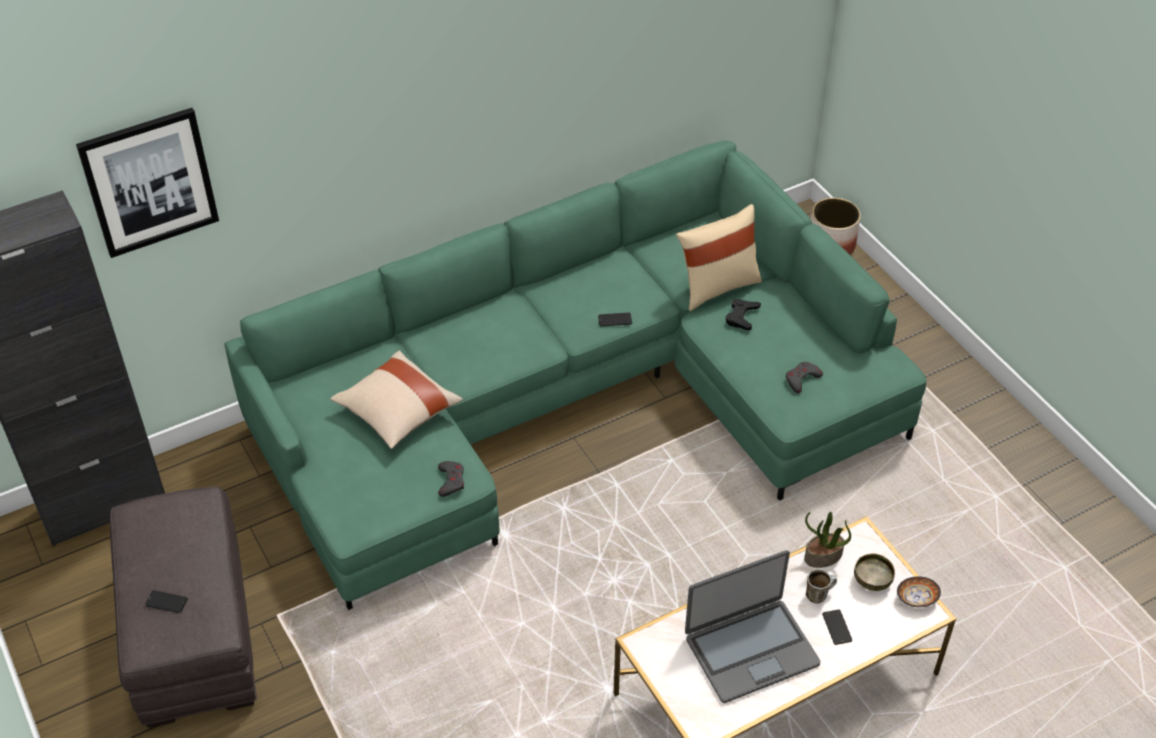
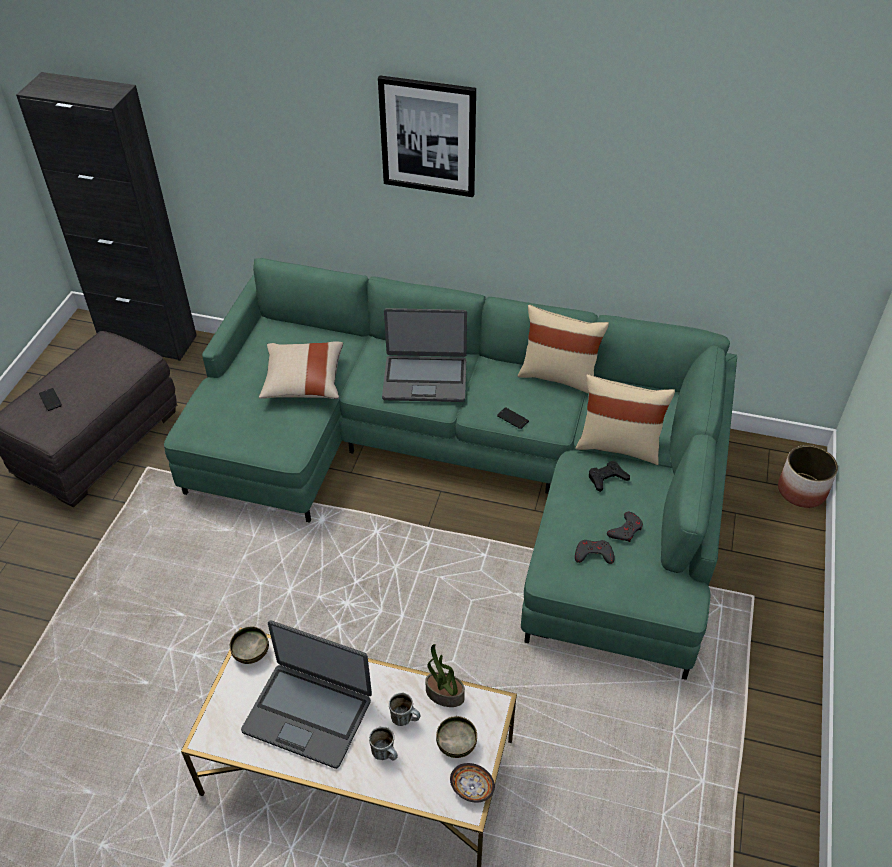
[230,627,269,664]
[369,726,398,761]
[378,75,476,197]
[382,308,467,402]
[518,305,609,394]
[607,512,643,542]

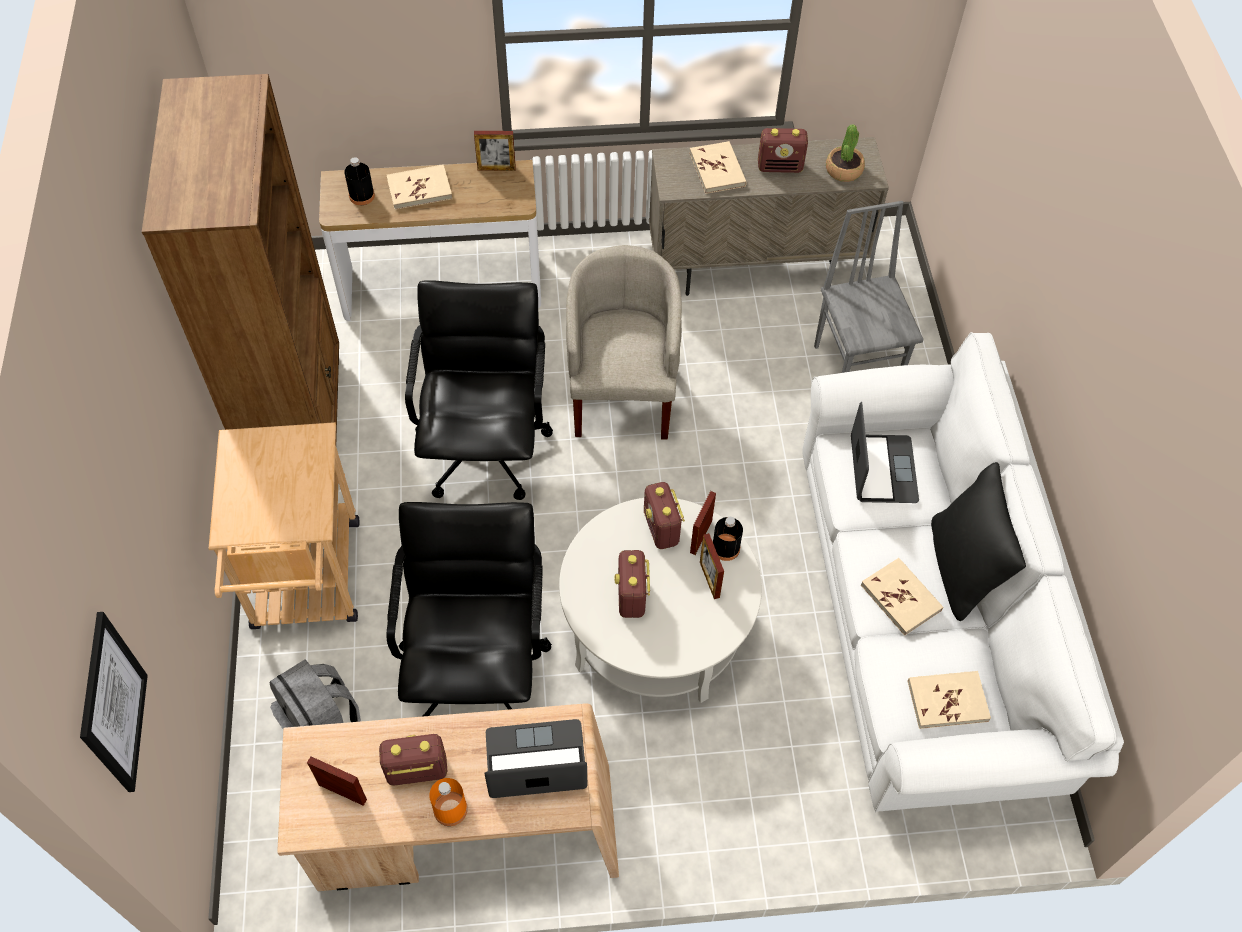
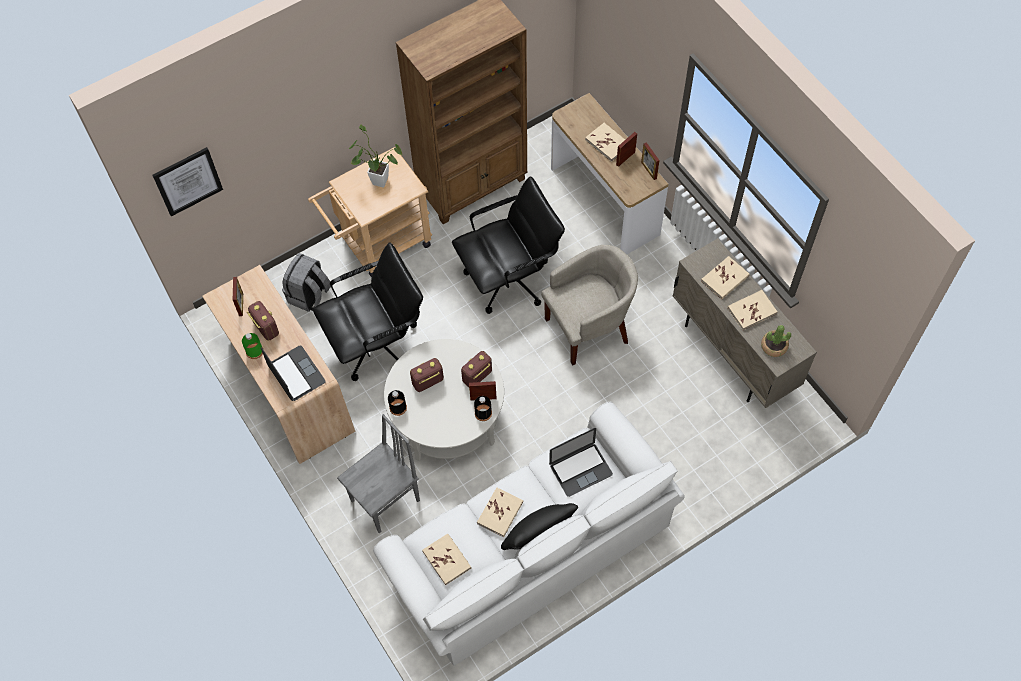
[242,333,263,359]
[337,414,420,533]
[349,125,402,188]
[388,390,407,416]
[616,132,637,167]
[727,290,777,331]

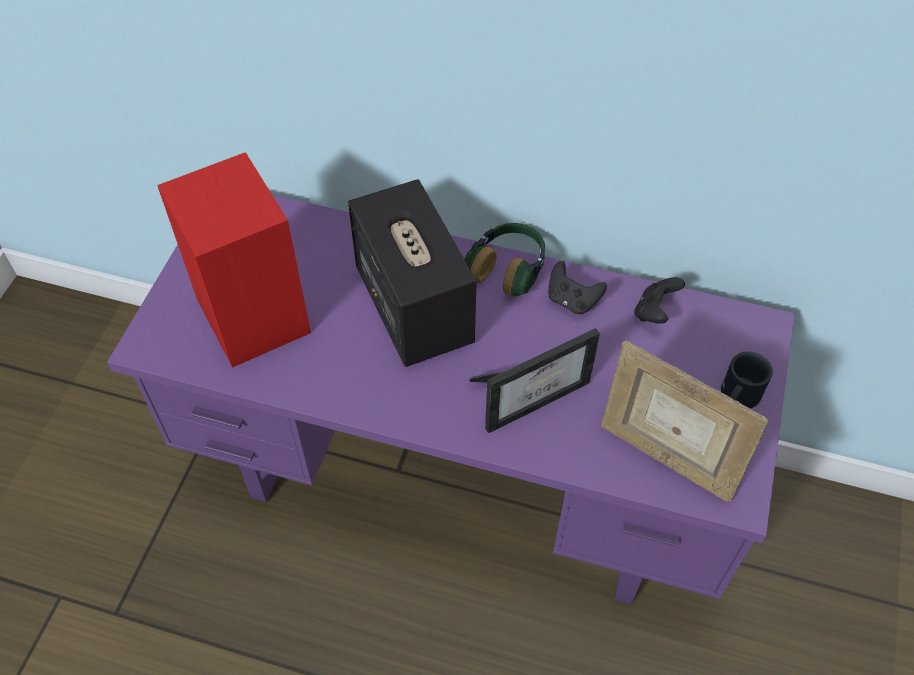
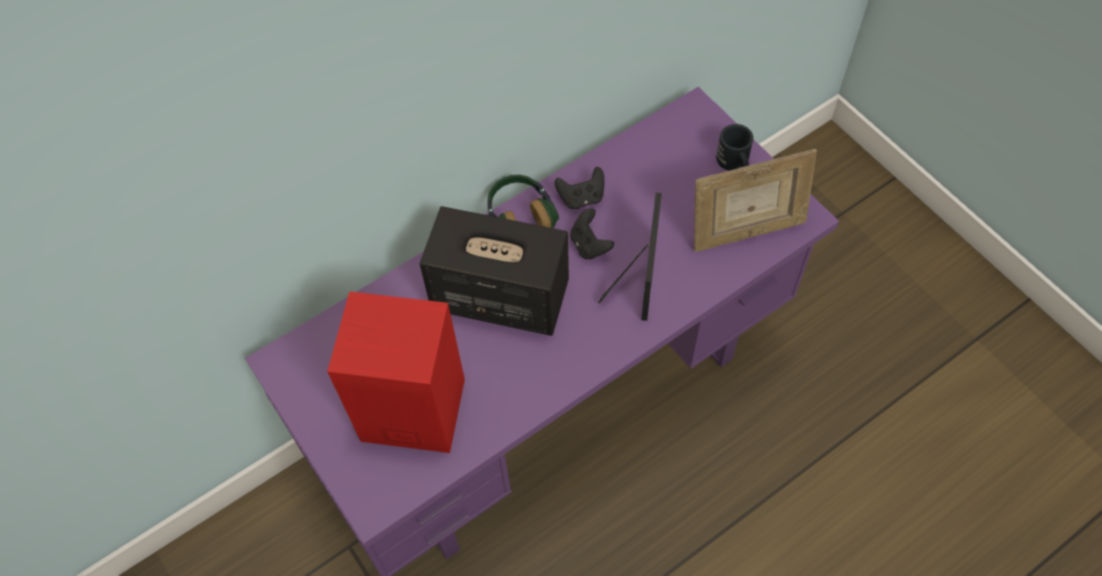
[570,208,614,259]

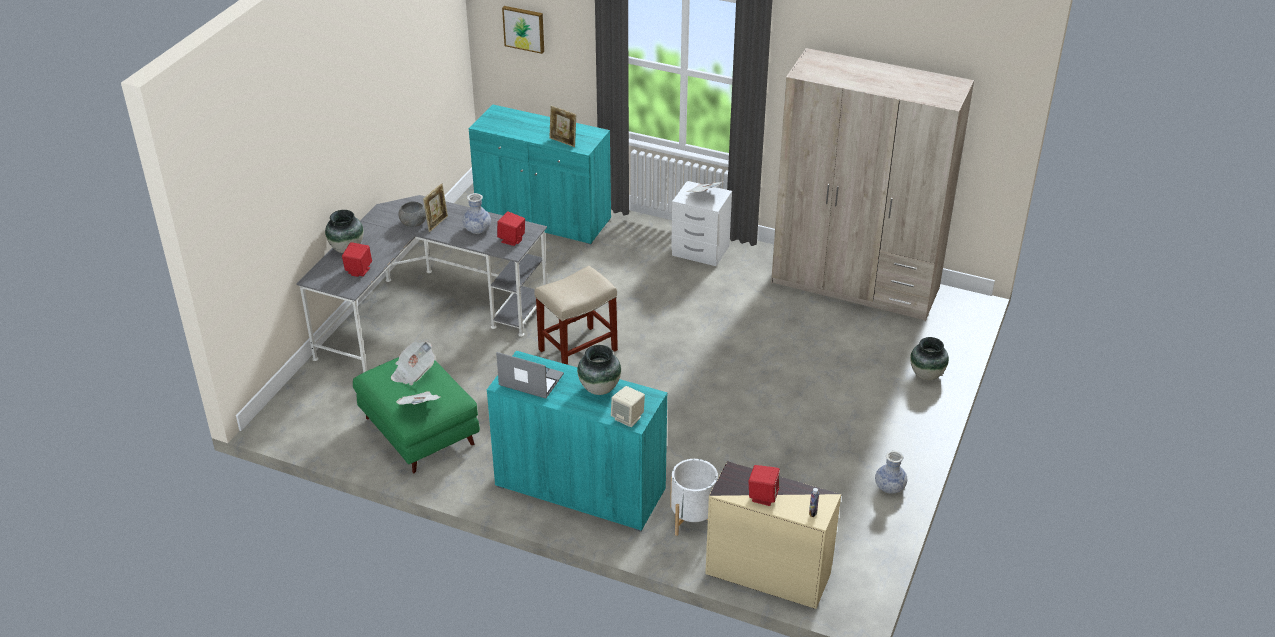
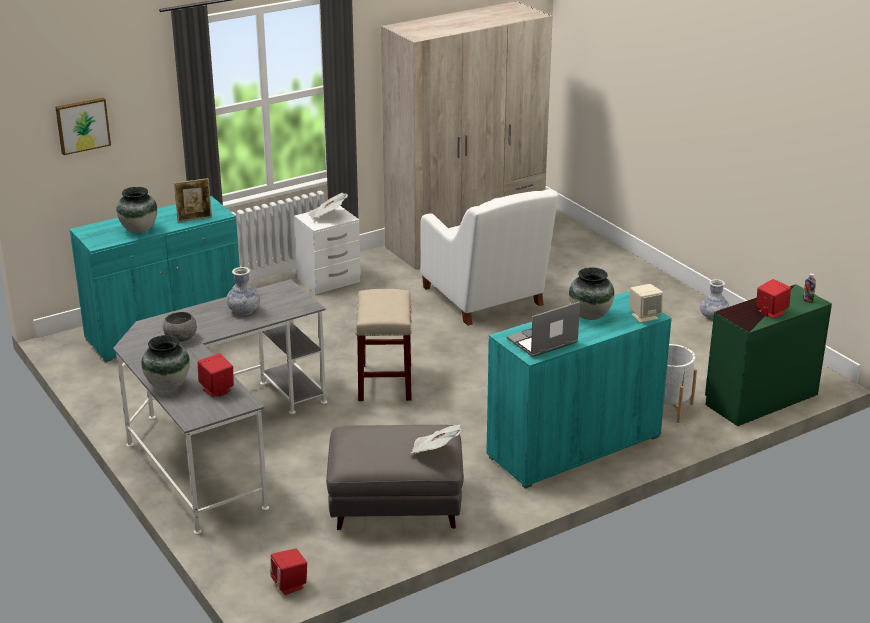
[116,187,157,233]
[270,549,307,595]
[326,425,464,530]
[420,190,558,326]
[705,284,832,426]
[391,341,435,385] (first image)
[423,183,448,232] (first image)

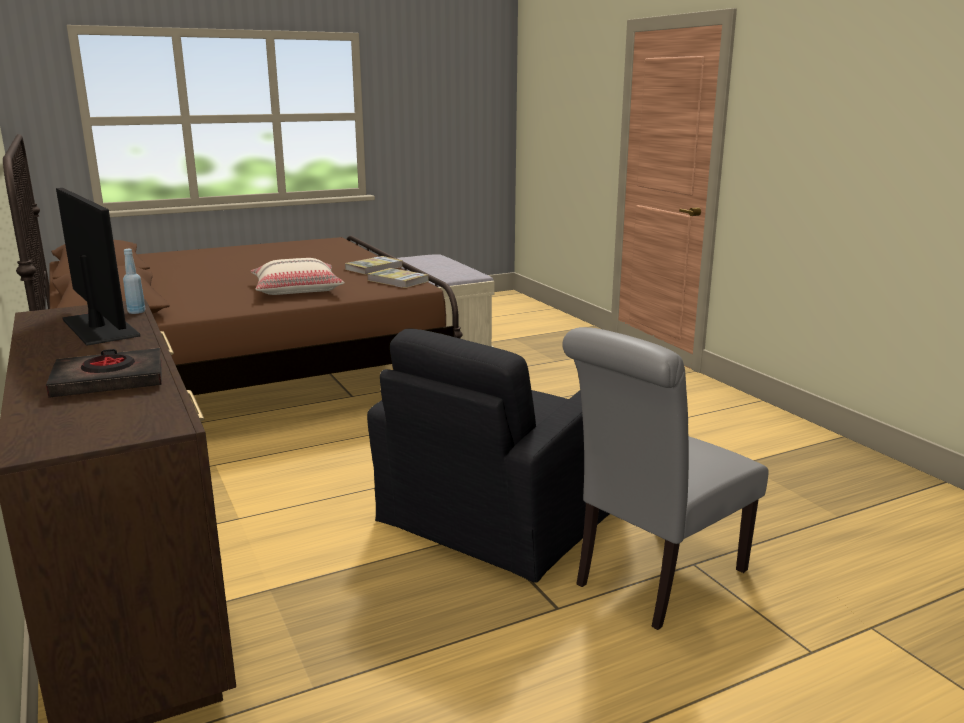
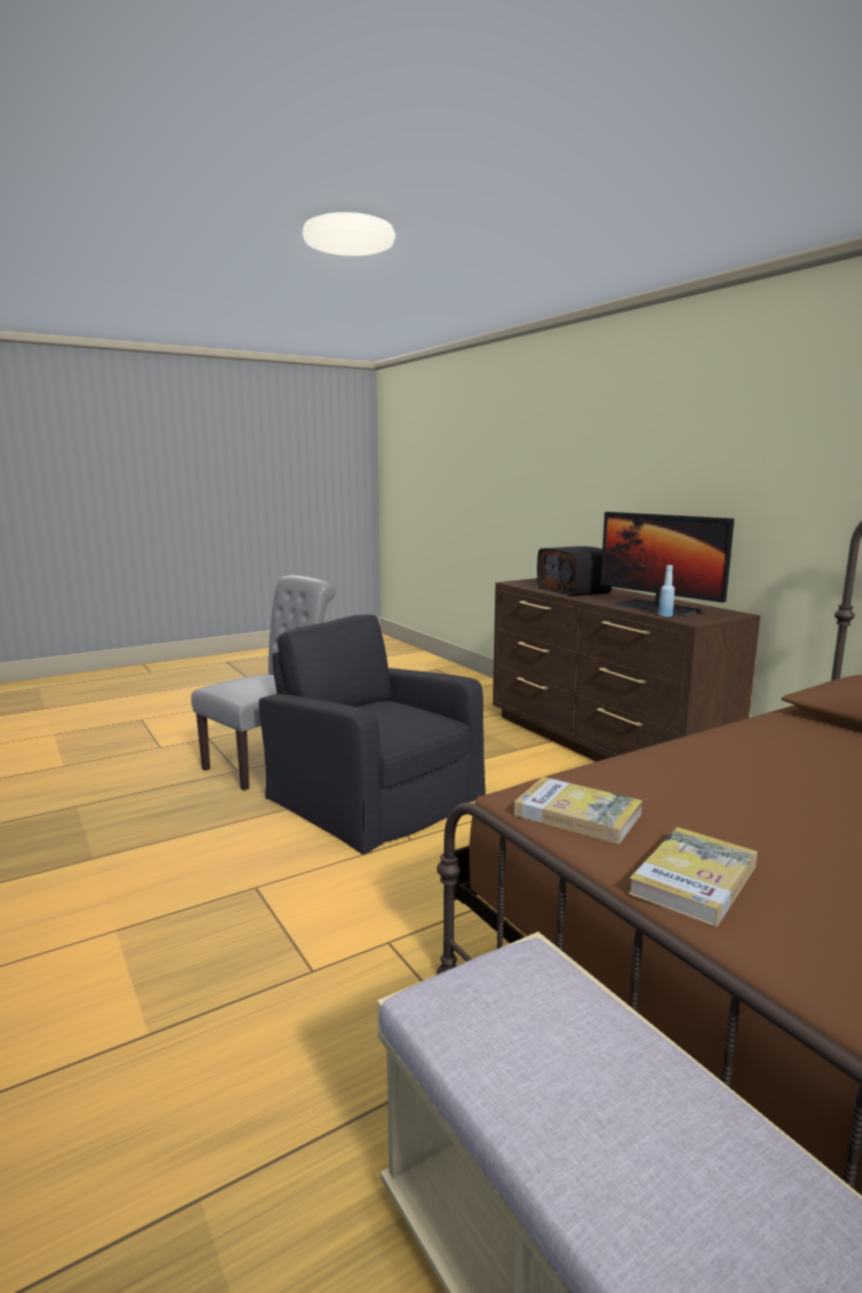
[259,614,486,855]
[537,546,612,597]
[250,258,345,295] (first image)

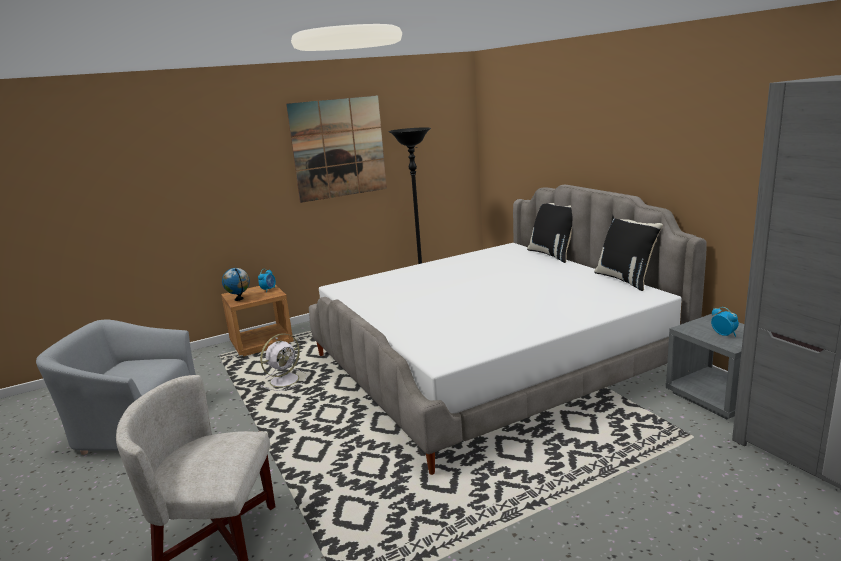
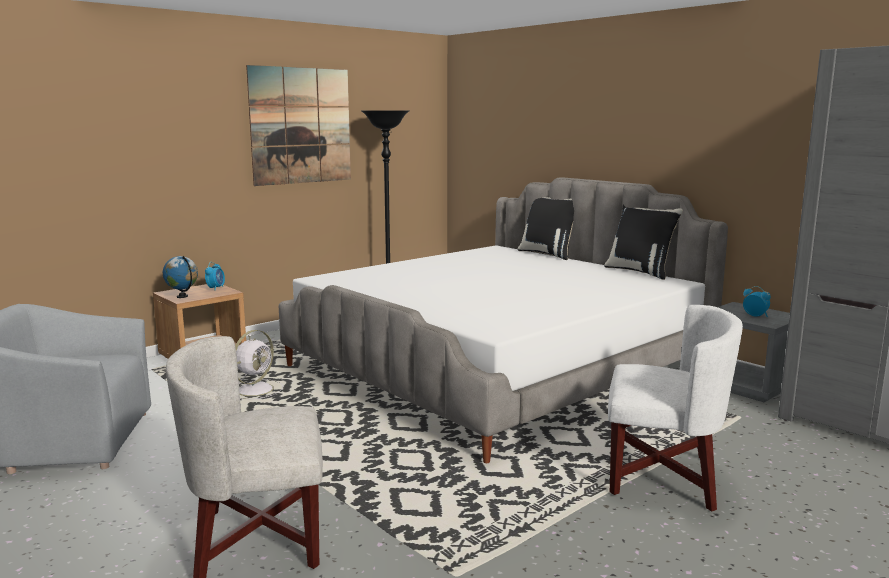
[608,305,743,511]

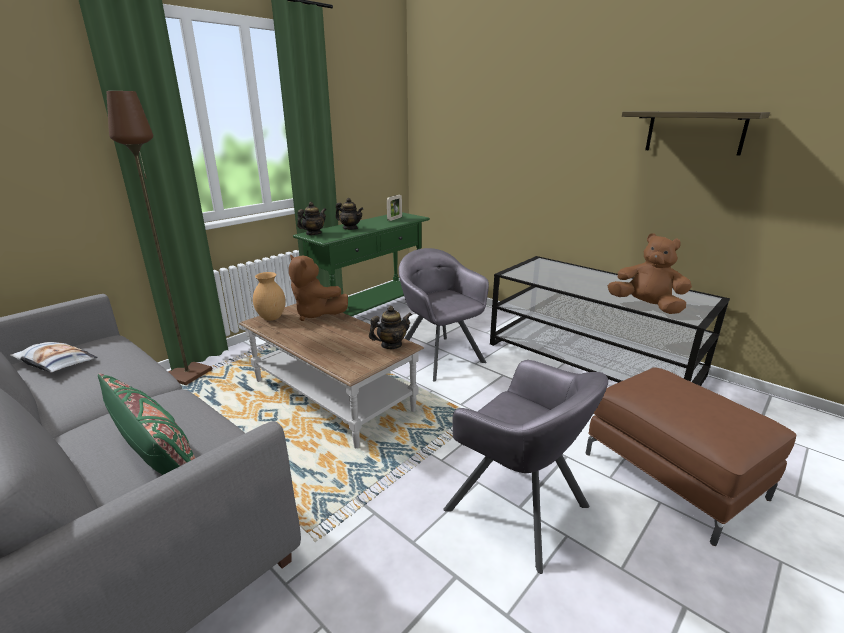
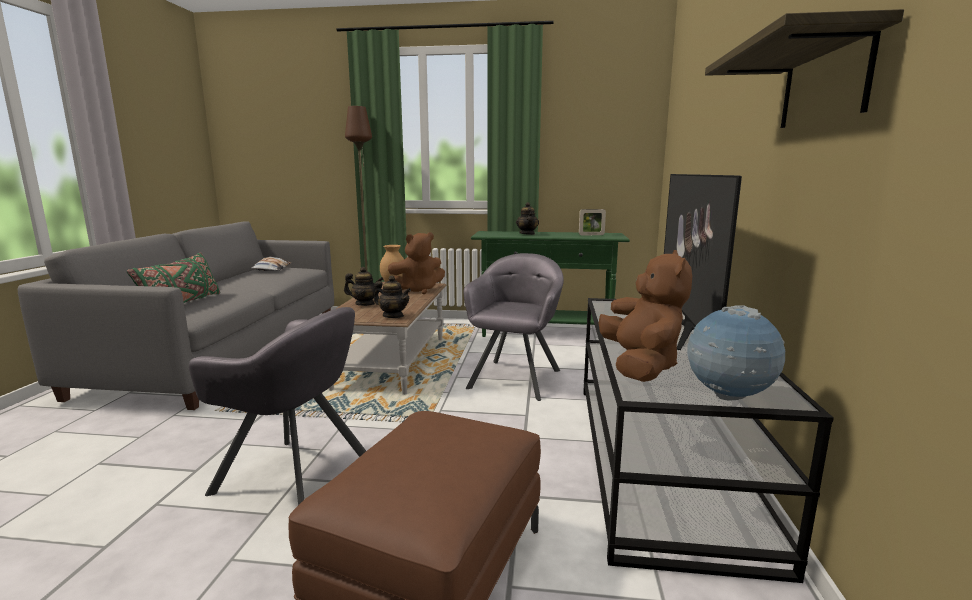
[189,307,366,505]
[344,267,384,306]
[388,232,445,294]
[664,174,742,350]
[687,305,785,401]

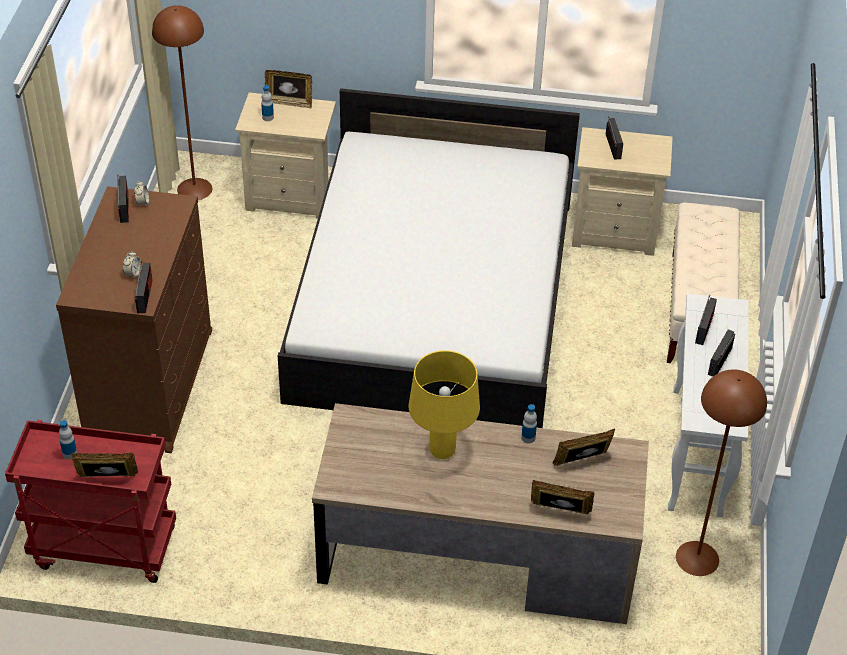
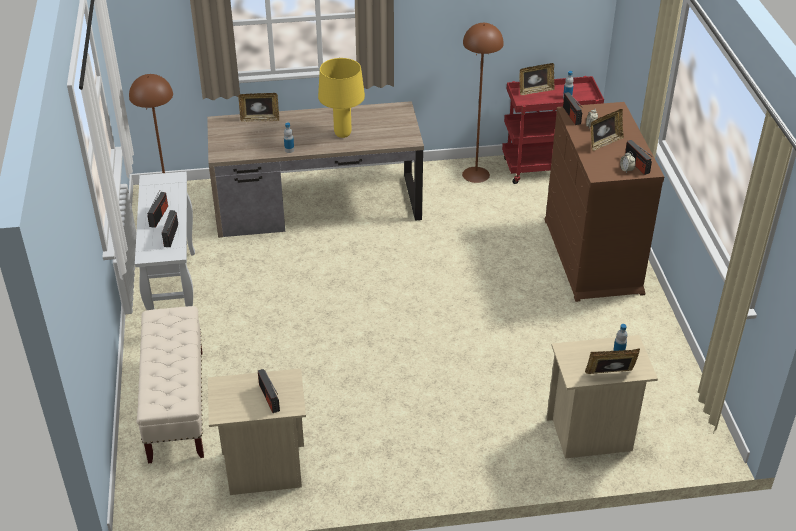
[462,23,504,183]
[591,109,624,151]
[278,88,580,428] (first image)

